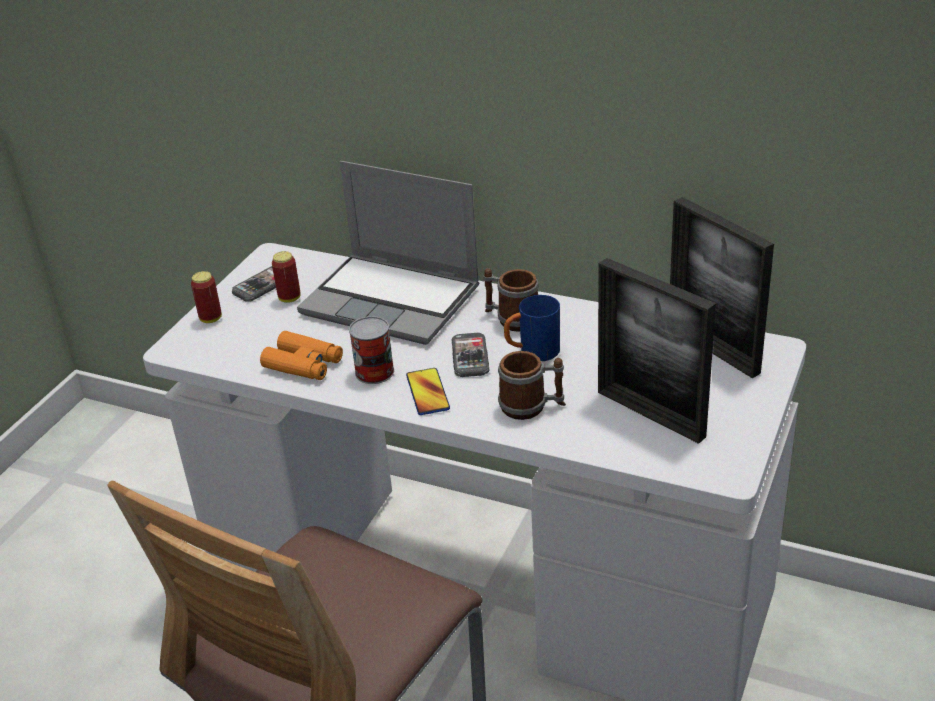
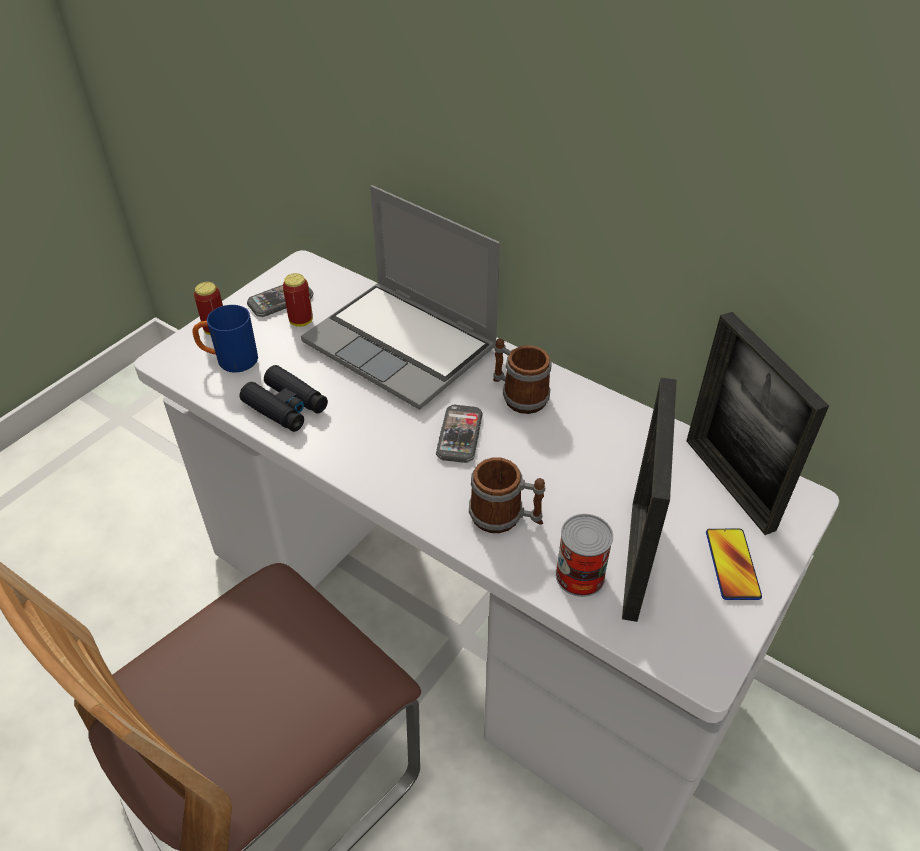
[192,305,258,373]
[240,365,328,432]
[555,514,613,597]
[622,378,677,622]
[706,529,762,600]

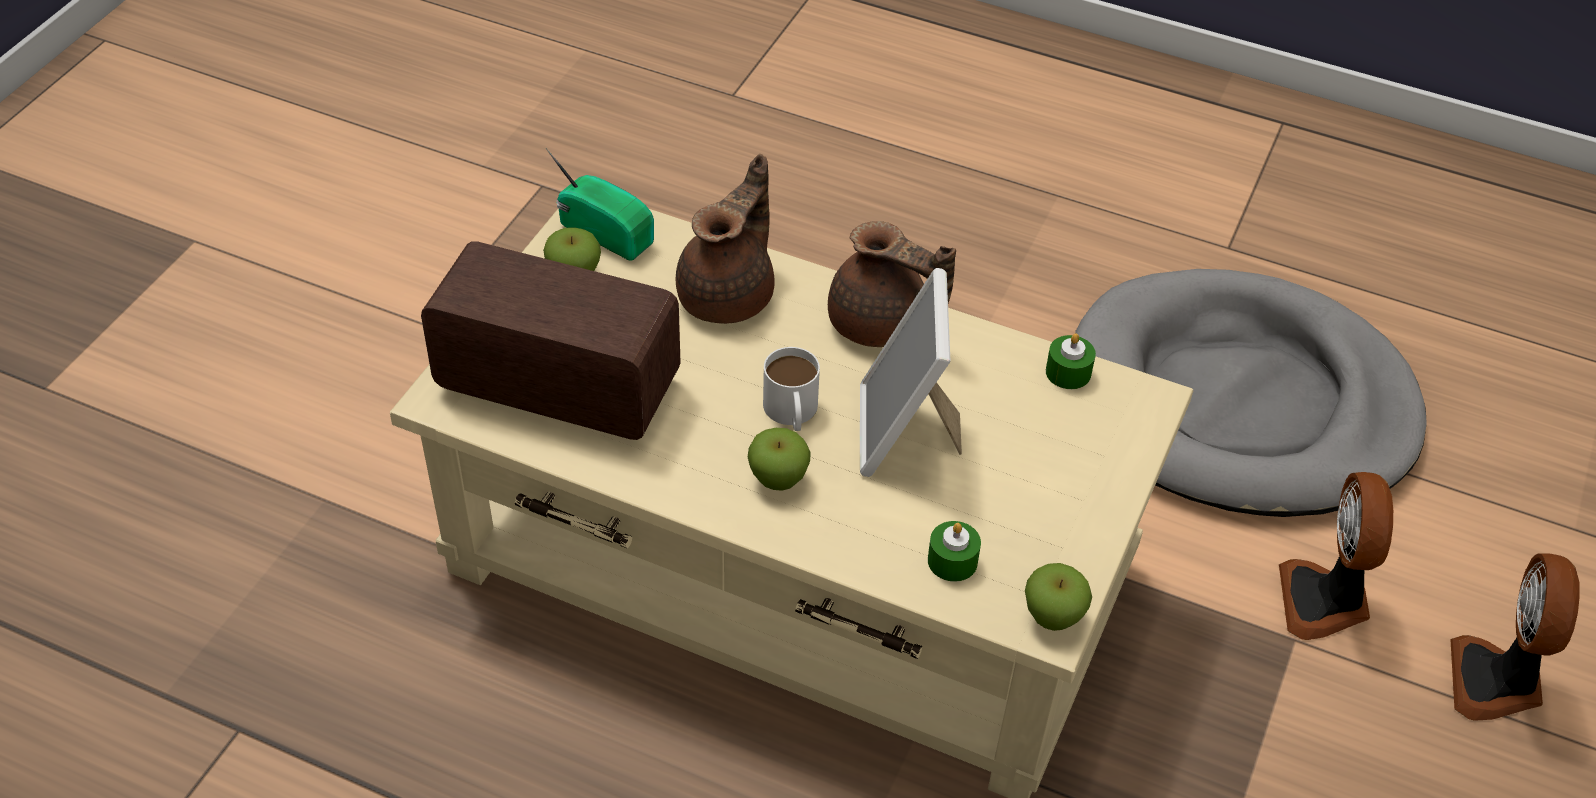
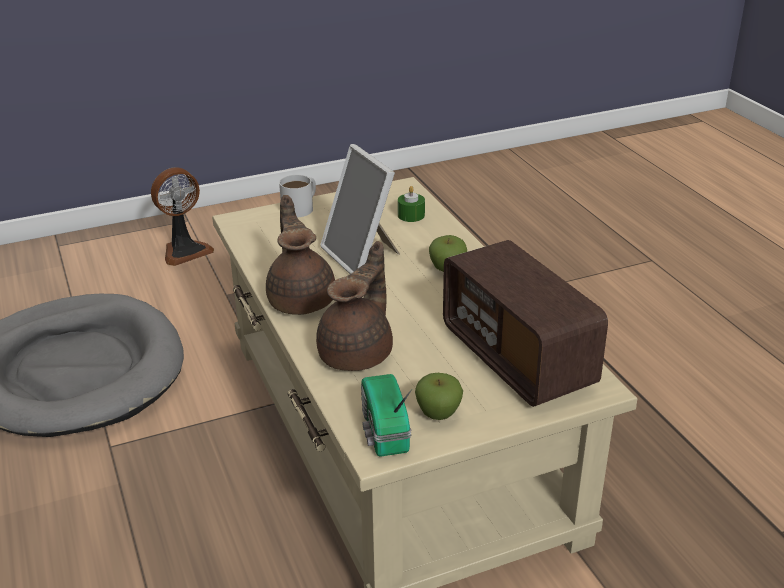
[279,175,316,217]
[316,241,393,371]
[320,144,400,274]
[1025,563,1092,631] (first image)
[1046,333,1096,389] (first image)
[1279,472,1393,640] (first image)

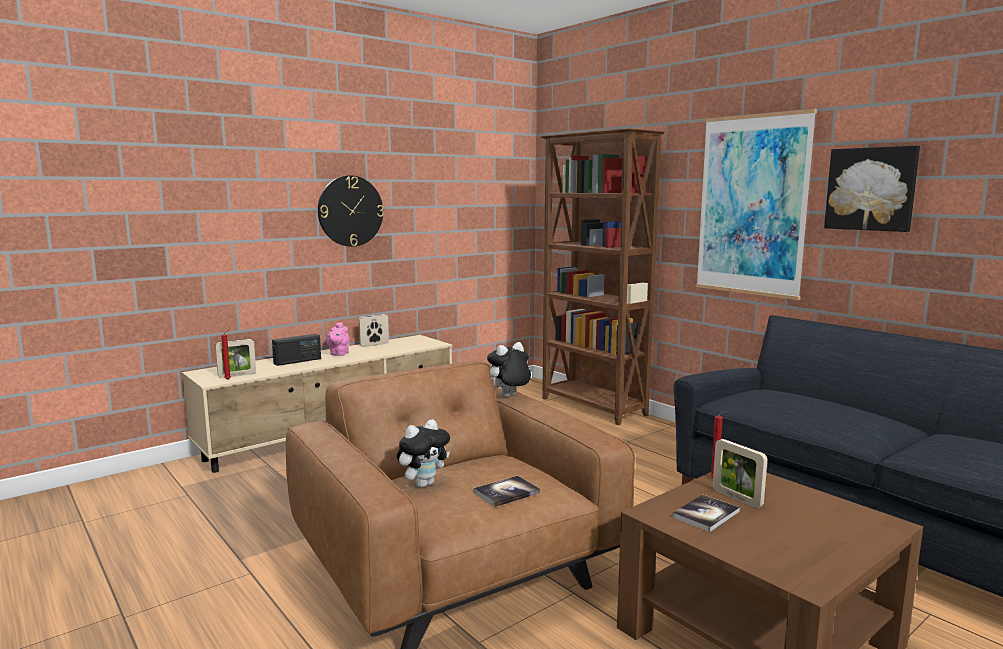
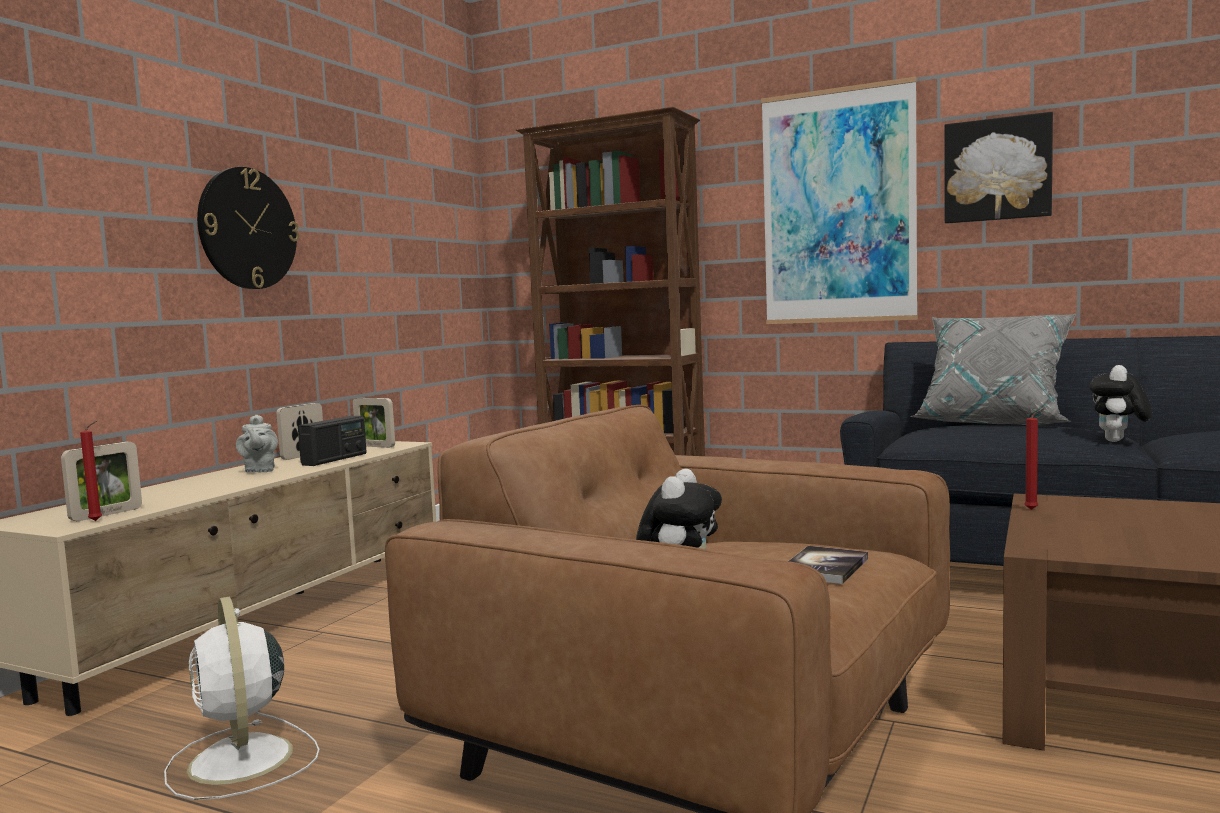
[164,597,320,800]
[236,415,278,473]
[298,416,367,466]
[353,398,395,448]
[910,314,1076,425]
[1089,365,1152,442]
[672,495,740,532] (first image)

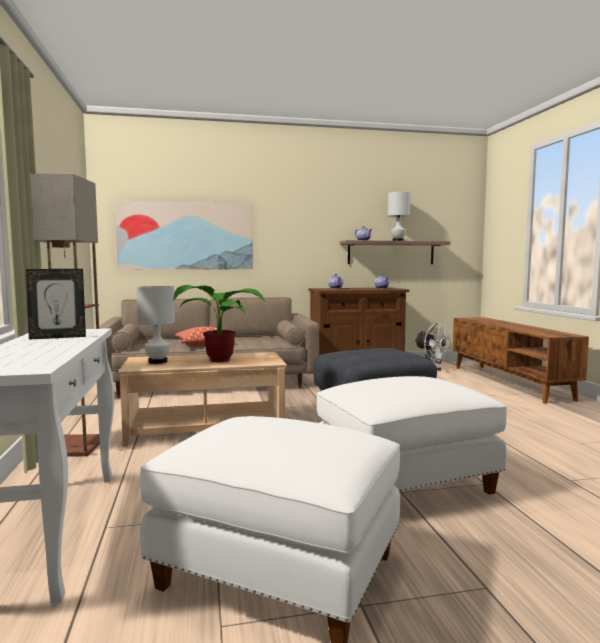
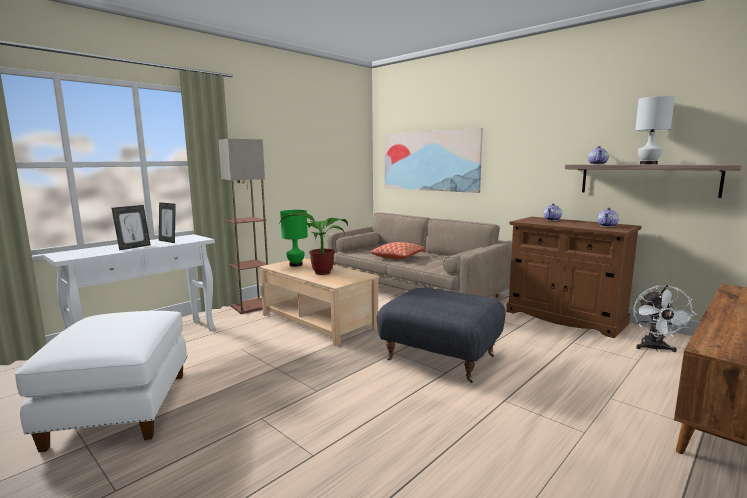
[112,205,151,250]
[280,210,308,267]
[317,376,507,495] (first image)

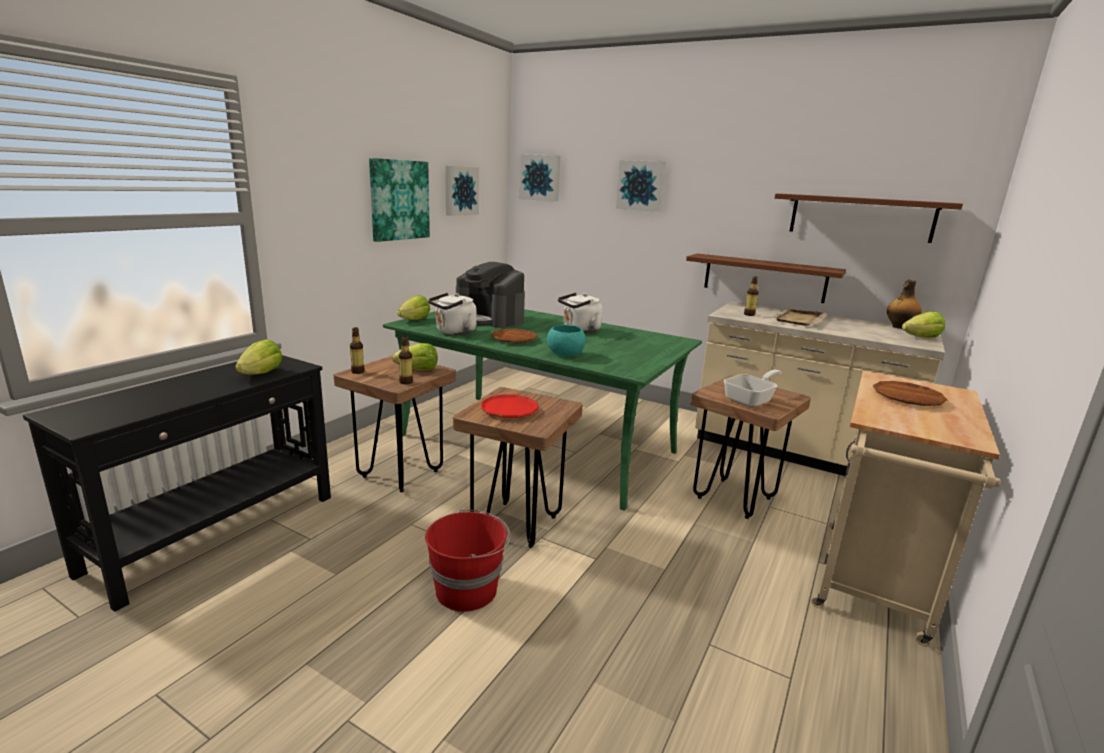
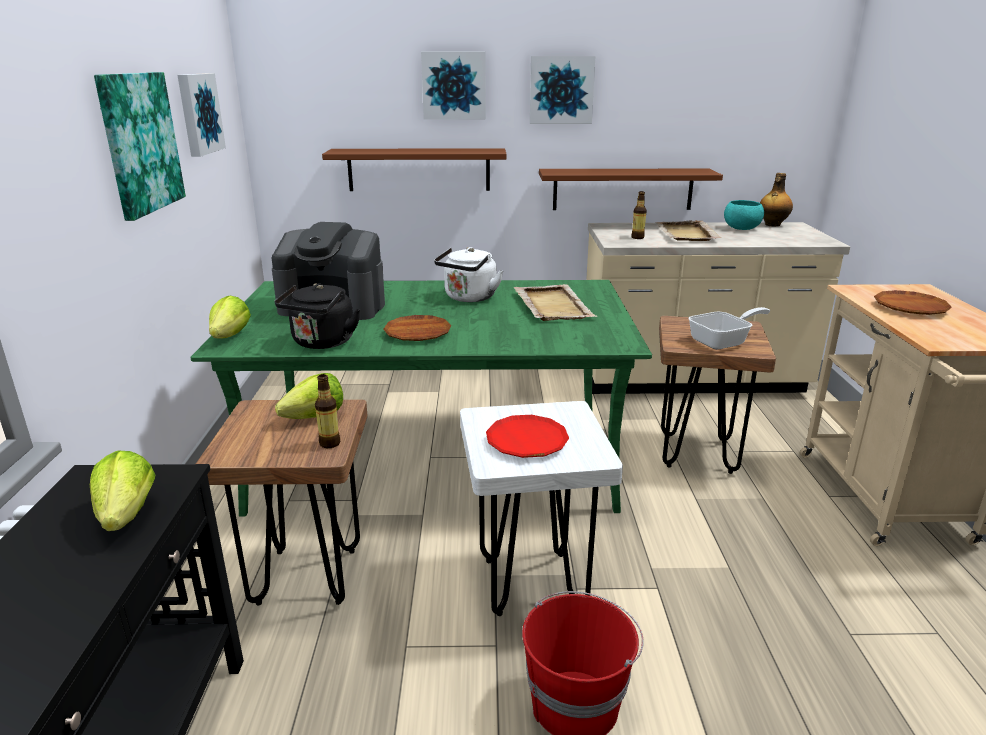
[275,283,360,349]
[322,148,507,191]
[460,401,623,616]
[514,284,597,321]
[530,56,596,124]
[688,307,770,350]
[724,200,764,230]
[350,327,365,374] (first image)
[902,311,945,338] (first image)

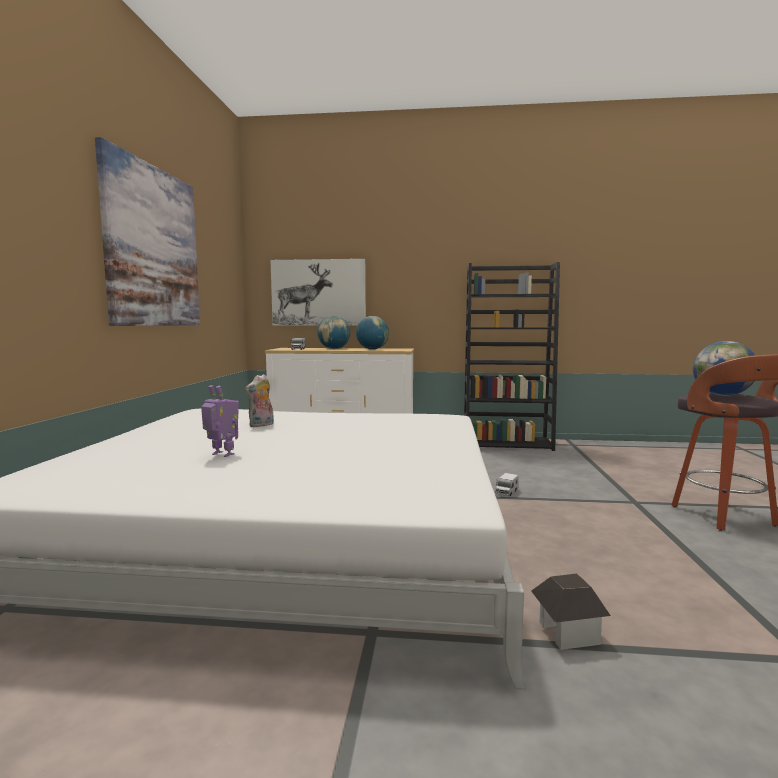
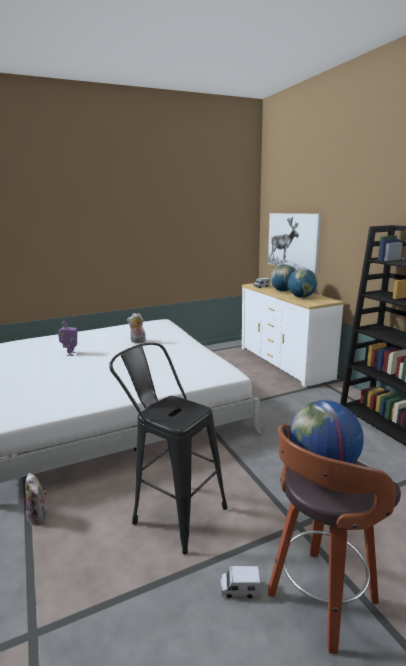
[25,473,48,525]
[109,343,227,554]
[221,566,260,598]
[95,137,200,326] (first image)

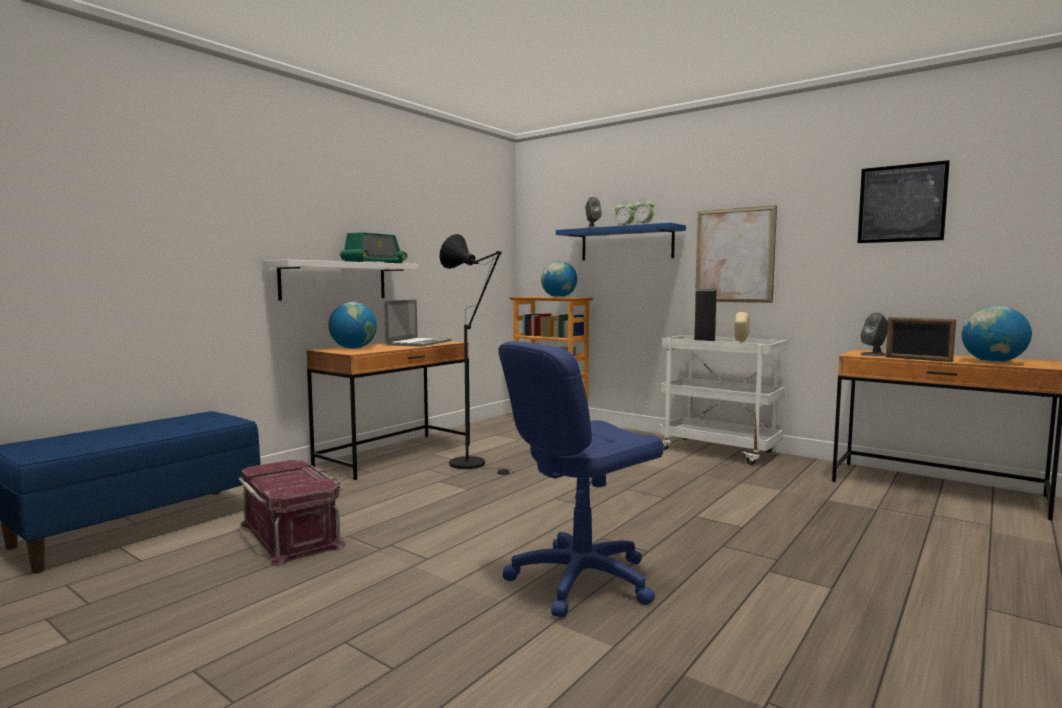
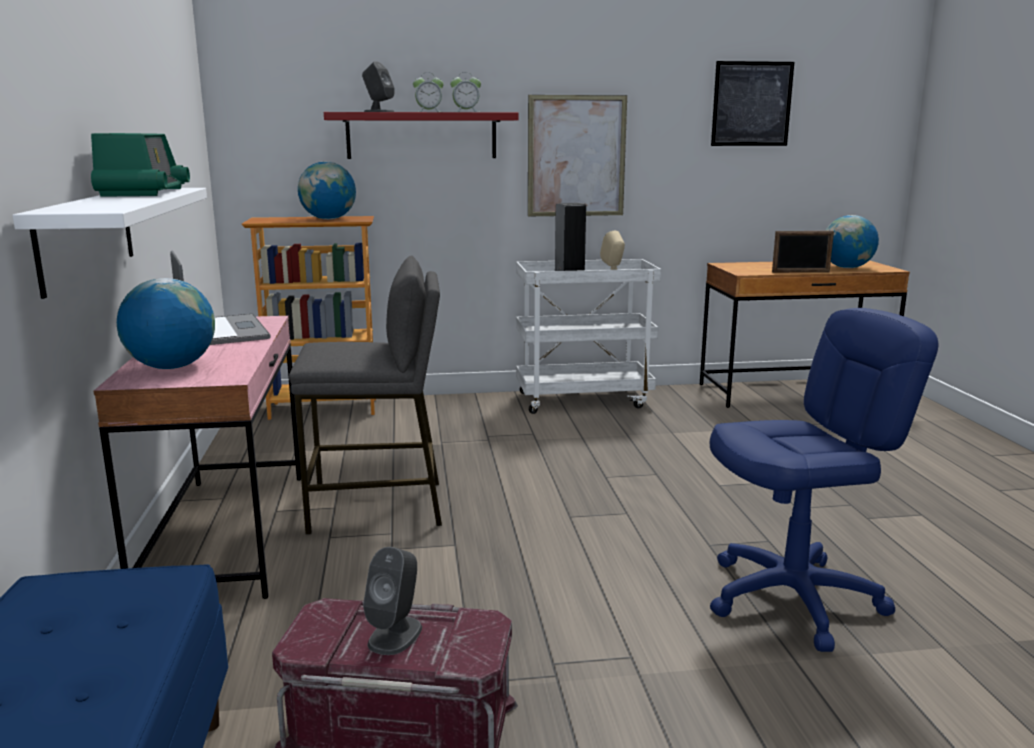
[94,316,301,599]
[289,255,442,535]
[324,112,519,159]
[363,547,422,655]
[710,308,938,652]

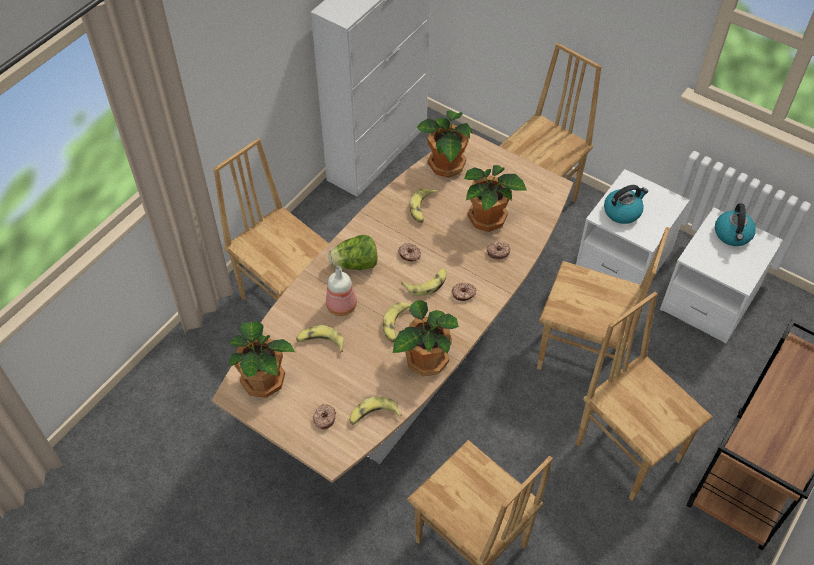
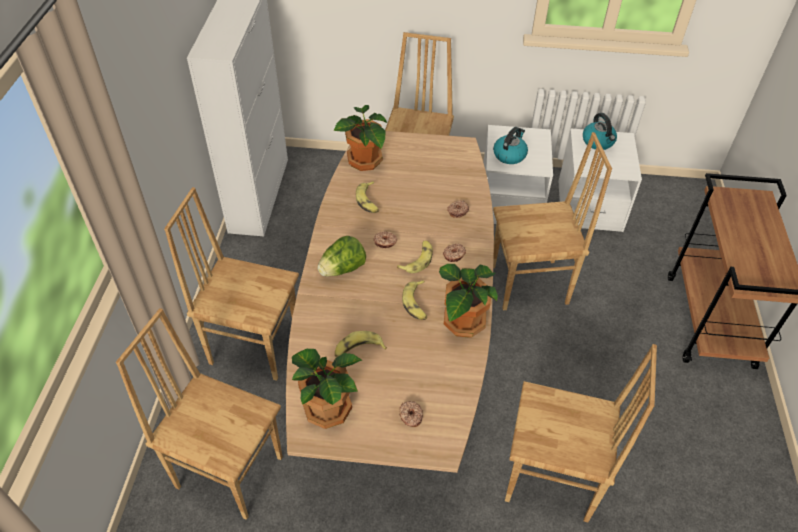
[116,308,283,520]
[326,266,357,316] (first image)
[350,397,402,425] (first image)
[464,165,527,232] (first image)

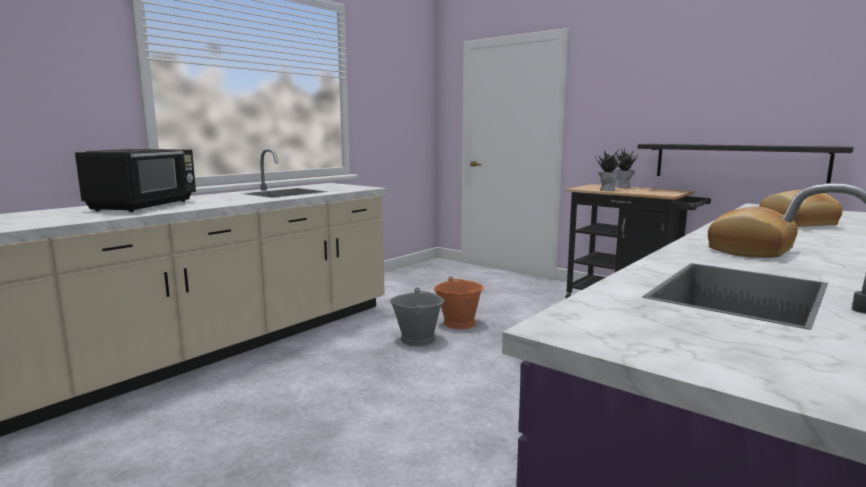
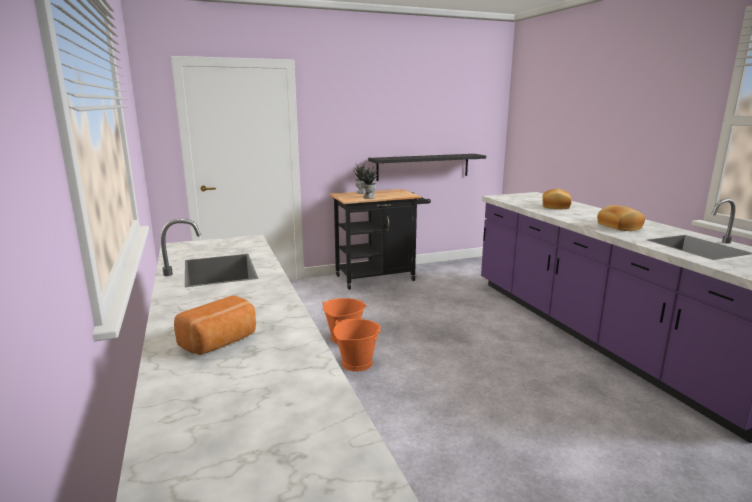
[174,295,256,355]
[333,319,381,372]

